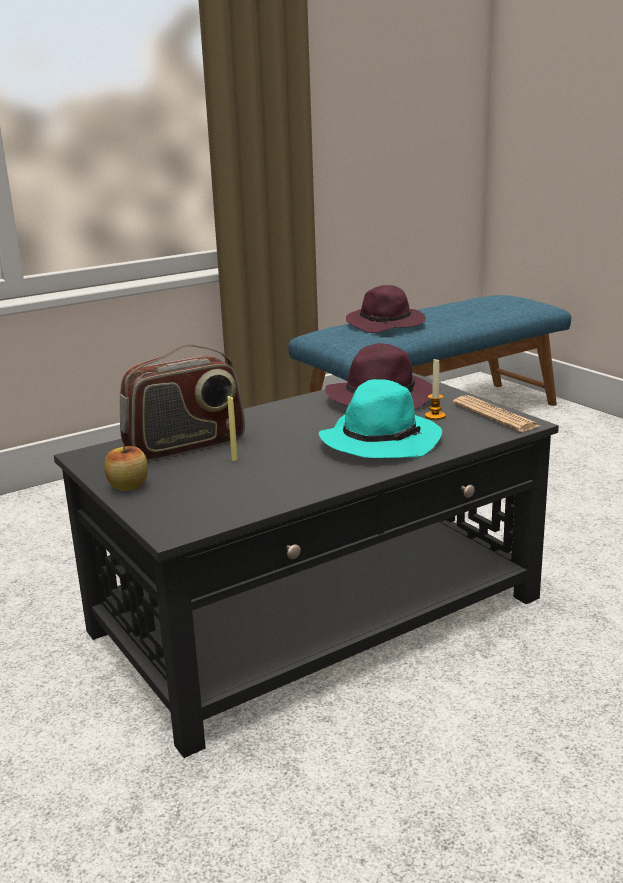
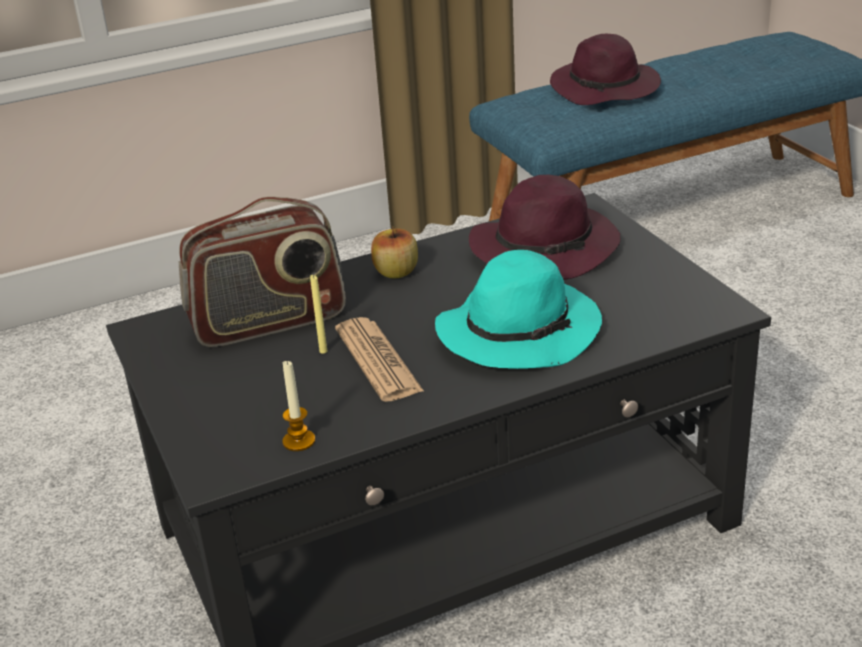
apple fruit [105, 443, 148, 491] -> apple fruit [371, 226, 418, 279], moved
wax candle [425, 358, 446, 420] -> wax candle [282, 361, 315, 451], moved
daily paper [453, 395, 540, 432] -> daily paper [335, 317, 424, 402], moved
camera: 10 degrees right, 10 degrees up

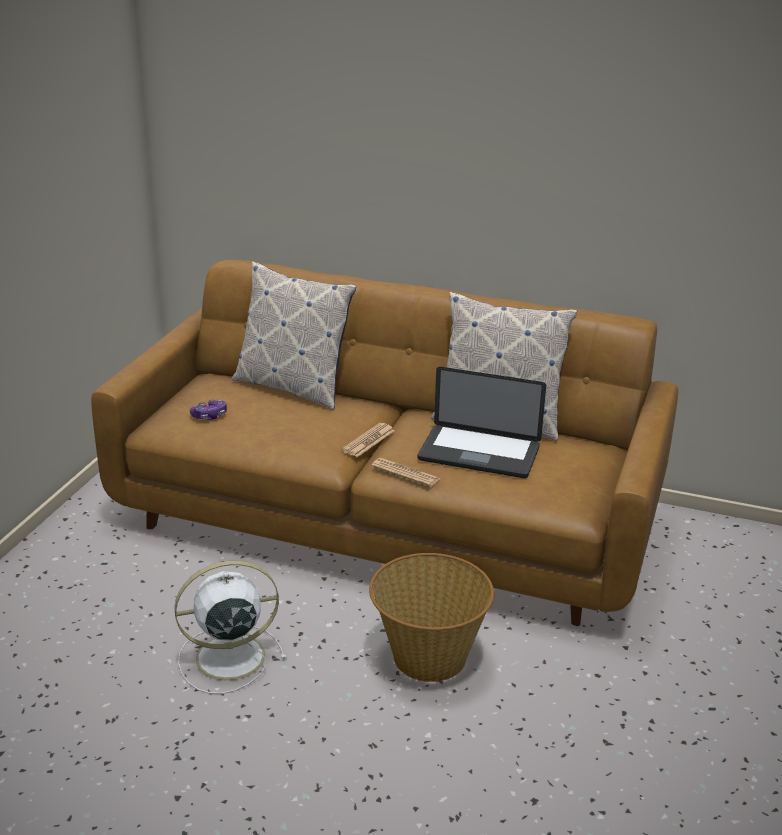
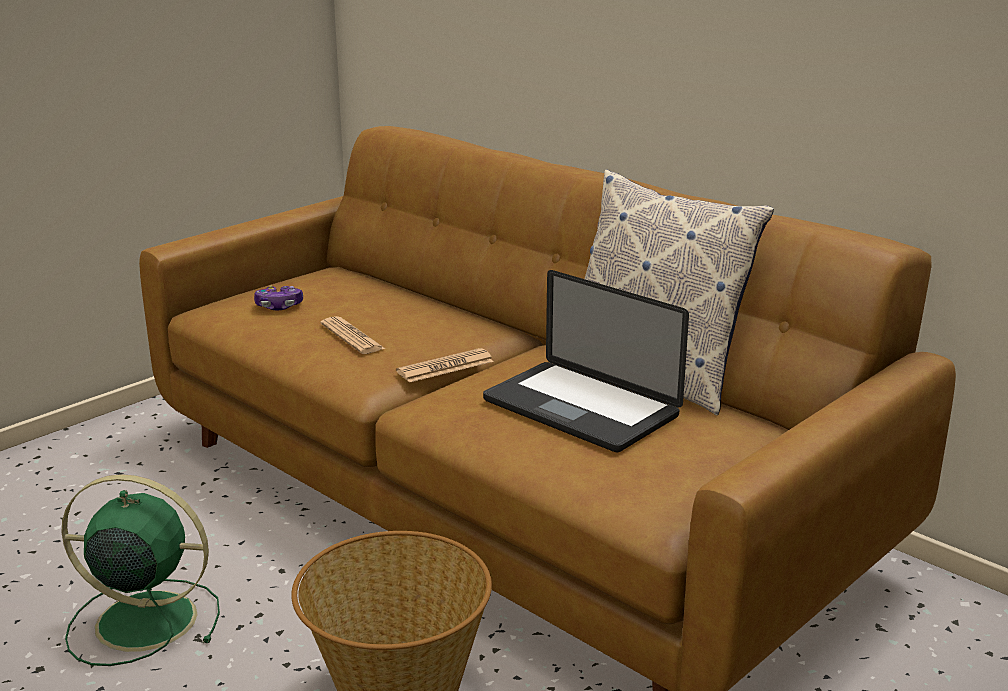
white-coloured electric fan [174, 561, 286, 694] -> greenish electric fan [61, 474, 220, 666]
cushion [232, 261, 356, 410] -> none
daily paper [371, 458, 441, 487] -> daily paper [320, 316, 385, 354], moved
camera: 25 degrees right, 5 degrees down

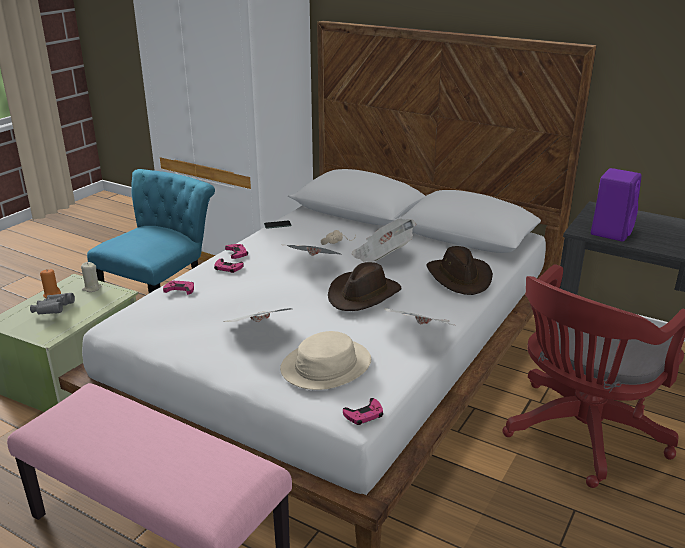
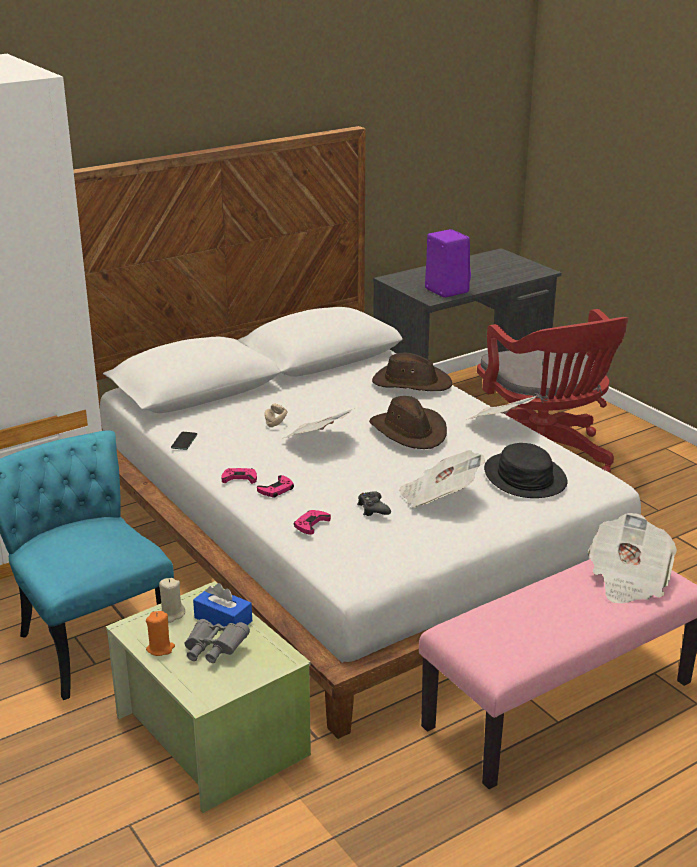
sand-coloured clothing hat [280, 331, 371, 390] -> black clothing hat [484, 443, 567, 498]
pinkish game controller [343, 398, 383, 425] -> none
daily paper [351, 219, 416, 262] -> daily paper [588, 513, 677, 603], moved
none -> bluish box of tissues [193, 583, 252, 626]
none -> black game controller [357, 491, 391, 516]
camera: 65 degrees left, 0 degrees up

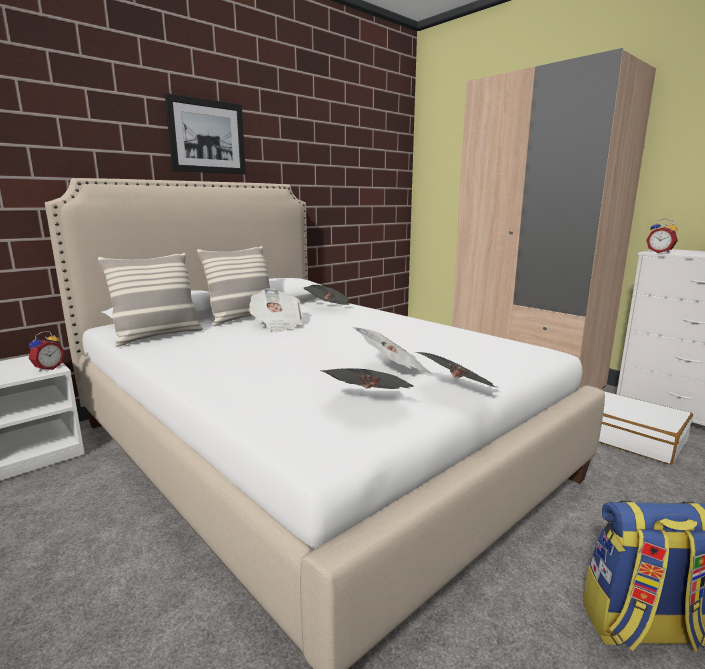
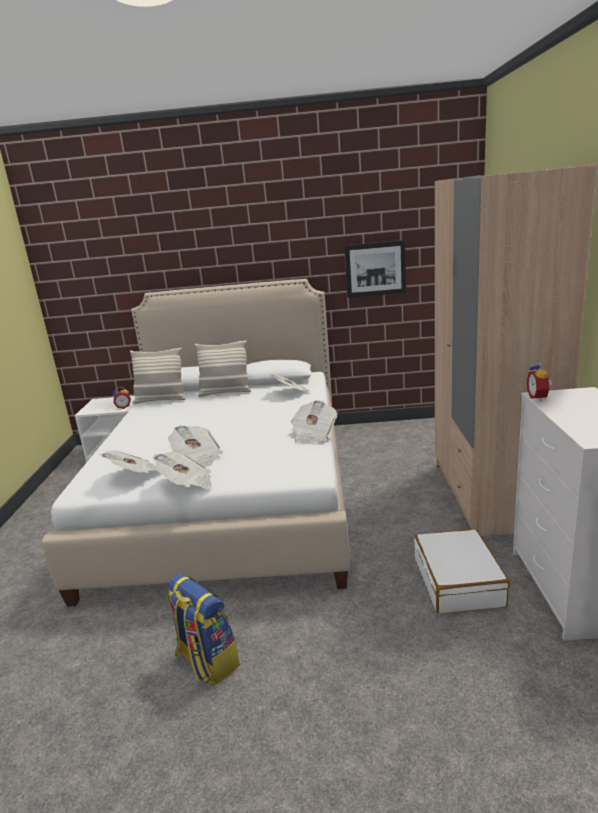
wall art [165, 93, 246, 174] -> wall art [344, 240, 406, 298], moved
daily paper [248, 288, 303, 332] -> daily paper [291, 400, 337, 445], moved
camera: 45 degrees right, 5 degrees up

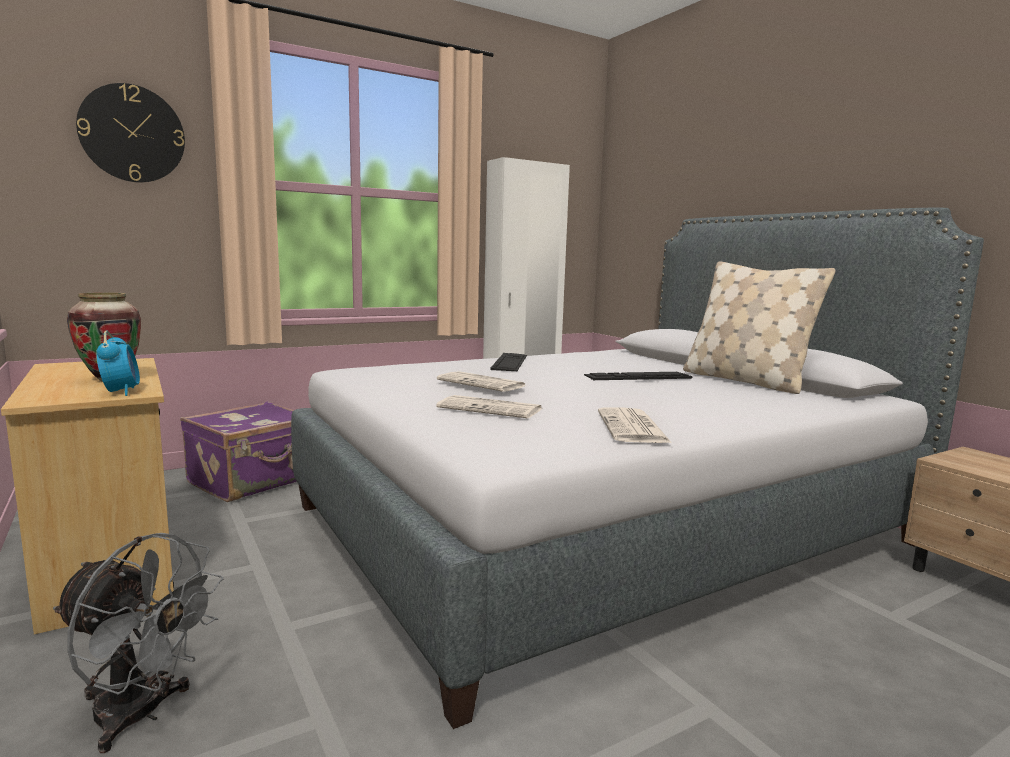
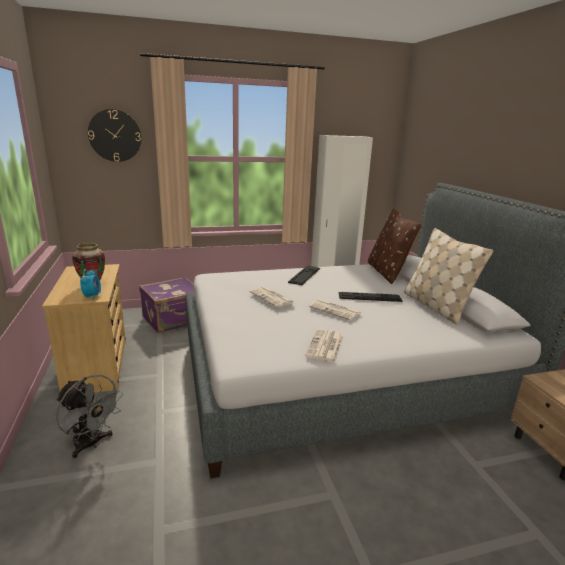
daily paper [436, 395, 542, 418] -> daily paper [309, 299, 361, 321], moved
none -> brown cushion [368, 209, 421, 284]
camera: 15 degrees right, 10 degrees up

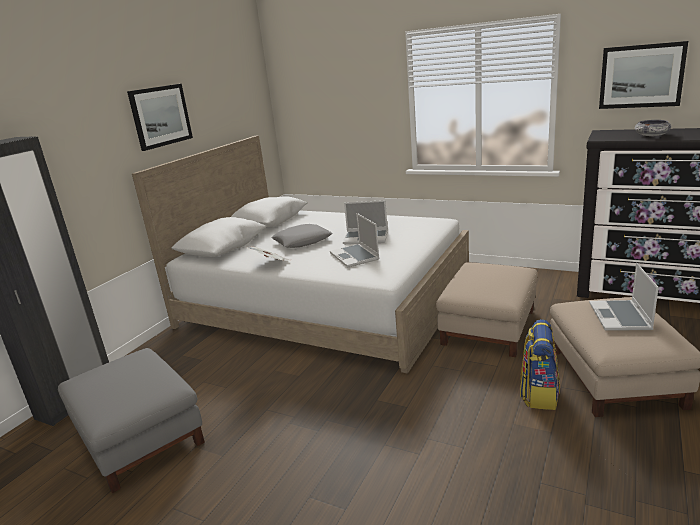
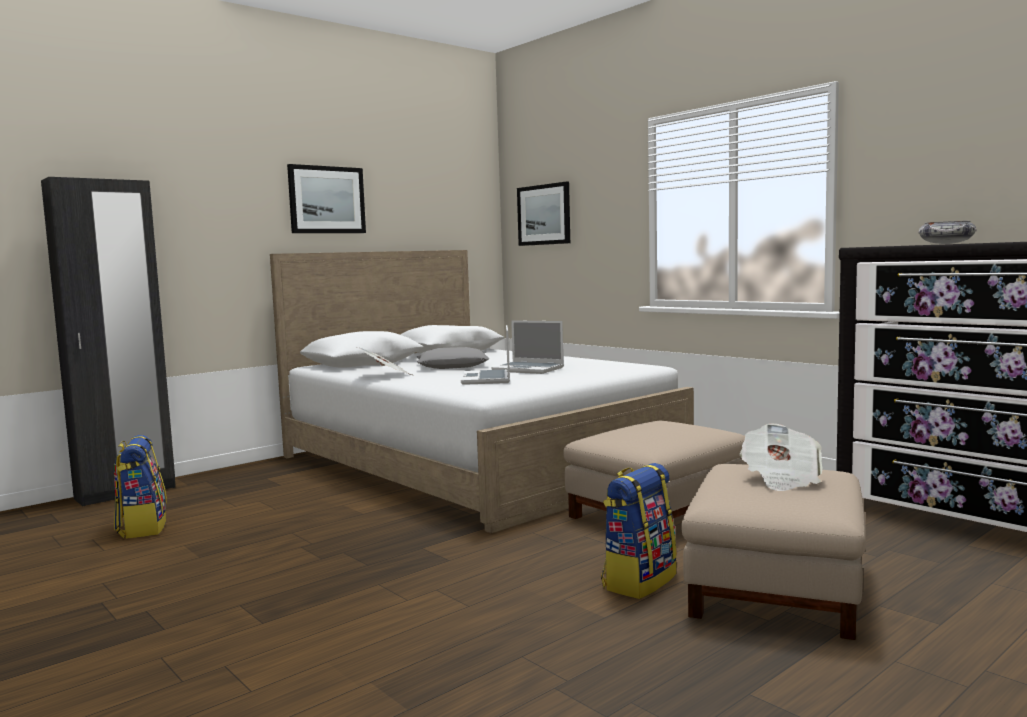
greyish pouffe [58, 348, 205, 493] -> knapsack [114, 435, 167, 539]
portable computer [589, 263, 659, 331] -> daily paper [740, 423, 823, 491]
wall art [599, 41, 688, 109] -> wall art [517, 182, 570, 246], moved
camera: 20 degrees right, 15 degrees down

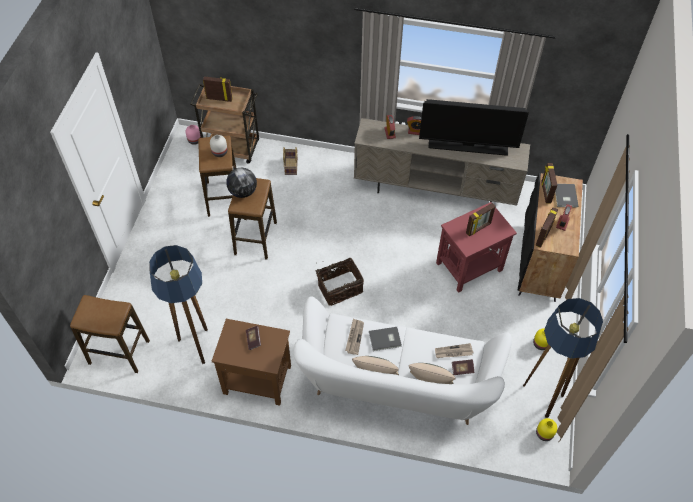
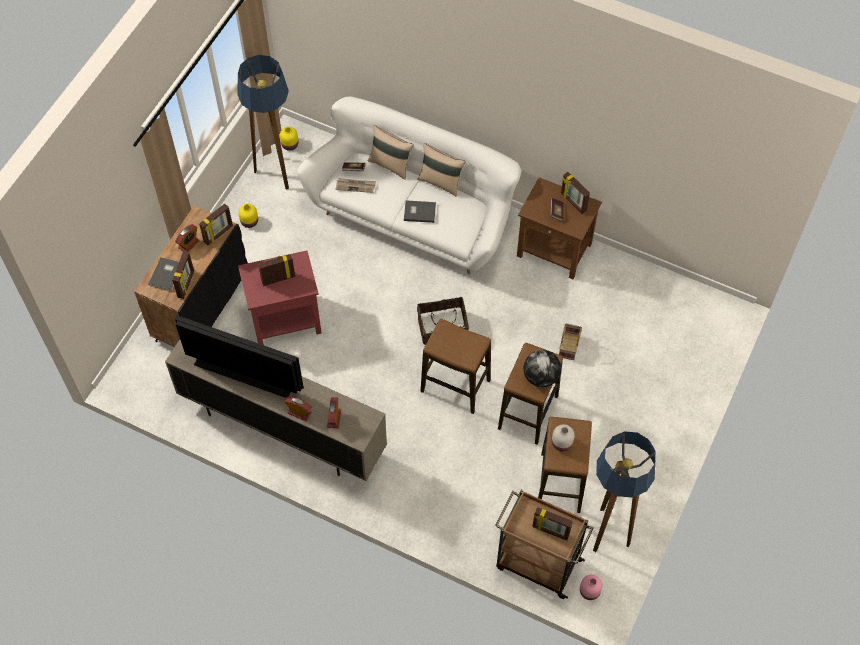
stool [70, 295, 150, 373] -> stool [421, 319, 491, 414], moved
standing lamp [149, 245, 208, 364] -> standing lamp [593, 431, 655, 552], moved
household basket [283, 147, 298, 175] -> household basket [559, 323, 582, 360], moved
daily paper [345, 319, 364, 355] -> none
none -> photo frame [561, 172, 590, 214]
camera: 165 degrees left, 5 degrees up

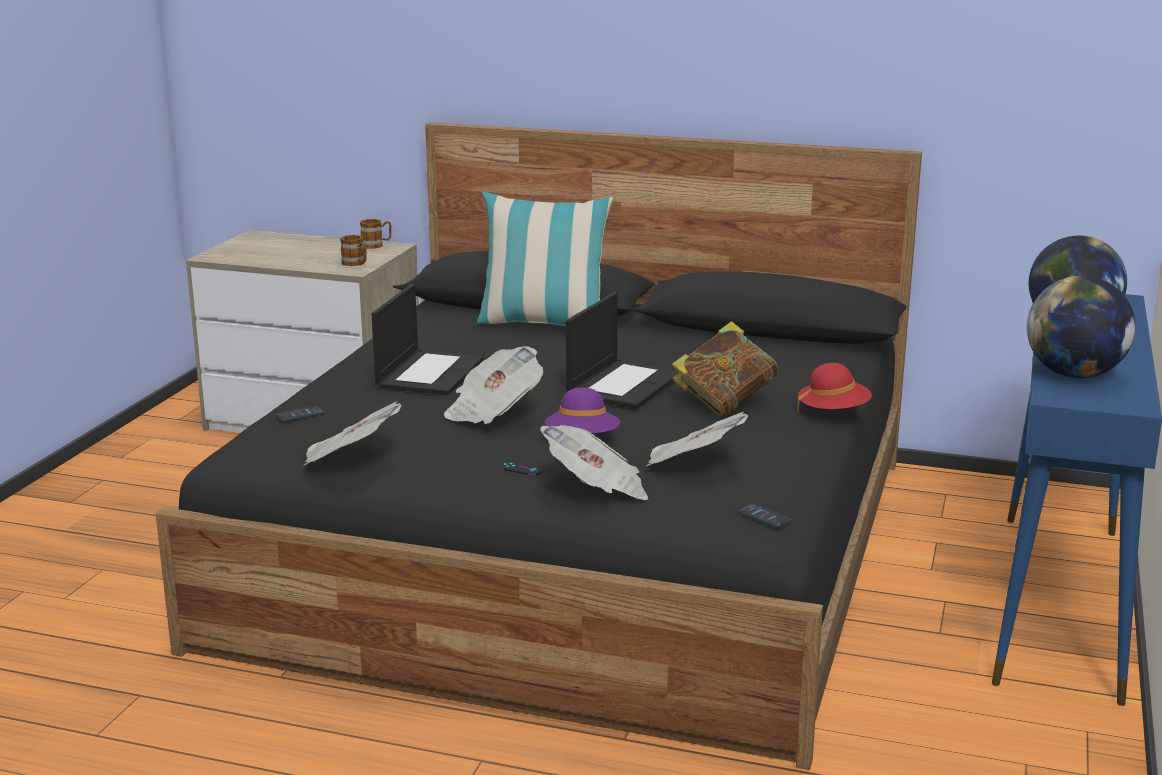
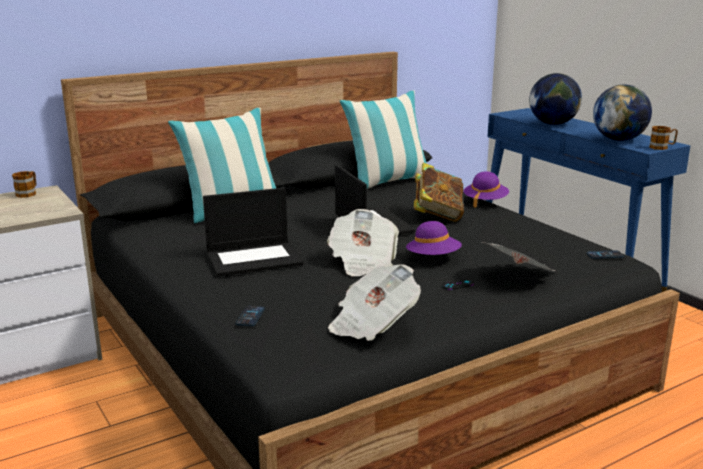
tea mug [340, 235, 367, 266] -> tea mug [649, 126, 678, 150], moved
portable computer [372, 283, 484, 395] -> portable computer [203, 188, 304, 276], 105 degrees clockwise
daily paper [647, 412, 748, 466] -> none
reddish clothing hat [797, 363, 872, 412] -> purple-coloured clothing hat [464, 171, 509, 208]
none -> cushion [340, 90, 427, 189]
camera: 50 degrees left, 0 degrees up

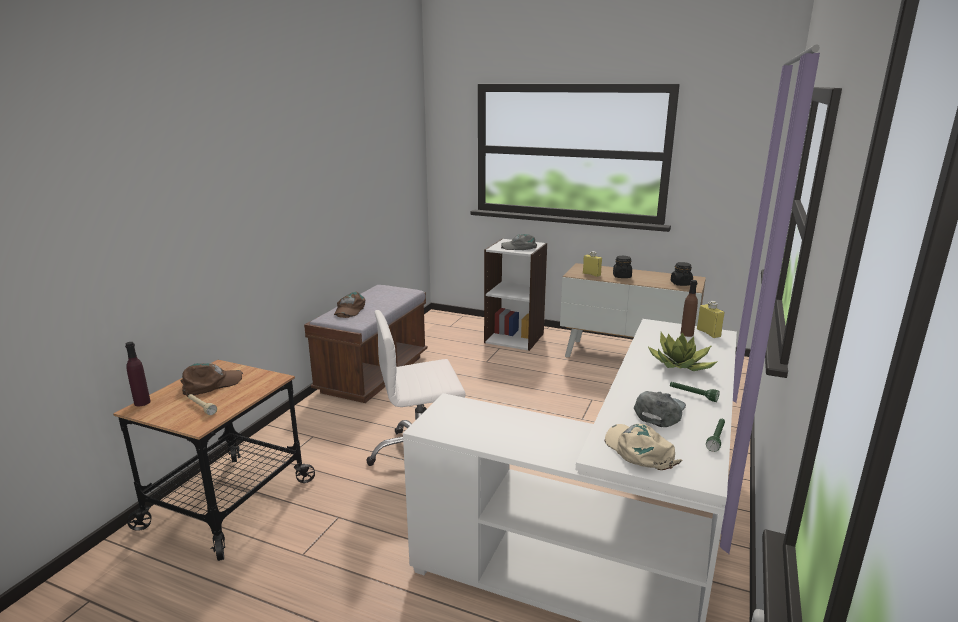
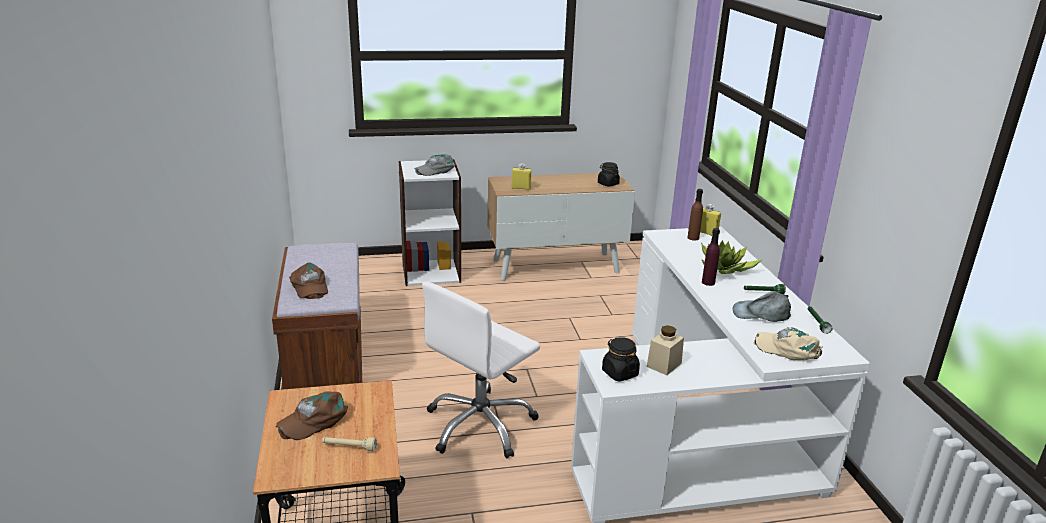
purple-coloured drink bottle [125, 342, 151, 406] -> purple-coloured drink bottle [702, 228, 720, 286], moved
brown cap [181, 363, 243, 397] -> brown cap [276, 391, 348, 440], 150 degrees counterclockwise
black preserve jar [613, 256, 632, 278] -> black preserve jar [602, 337, 640, 382], moved
greyish cap [634, 391, 686, 427] -> greyish cap [733, 291, 791, 322], 75 degrees counterclockwise
none -> sand-coloured preserve jar [647, 325, 684, 375]
camera: 35 degrees left, 5 degrees up

